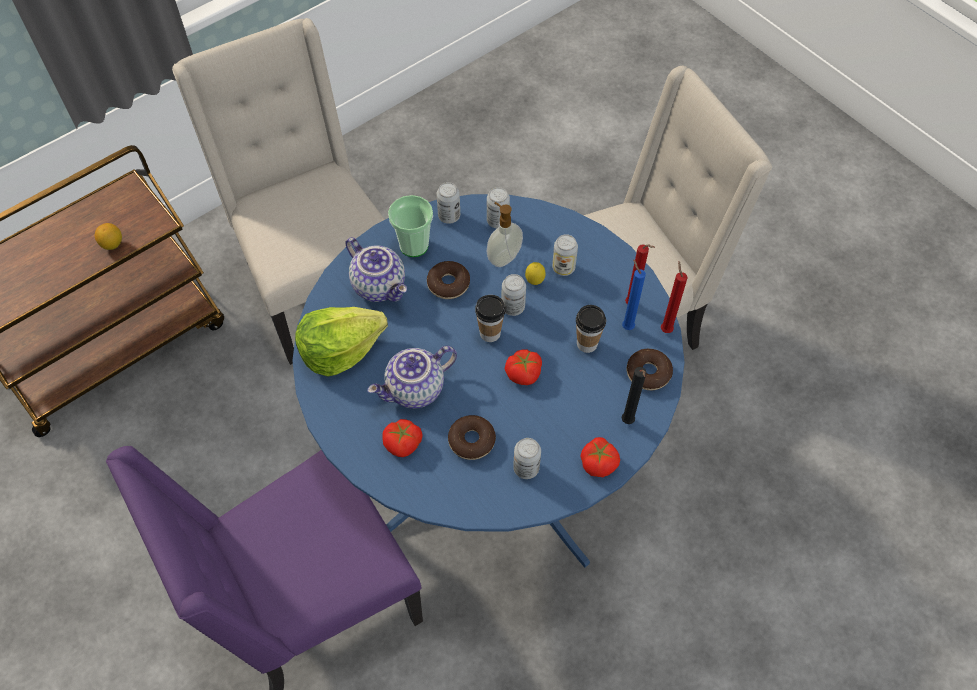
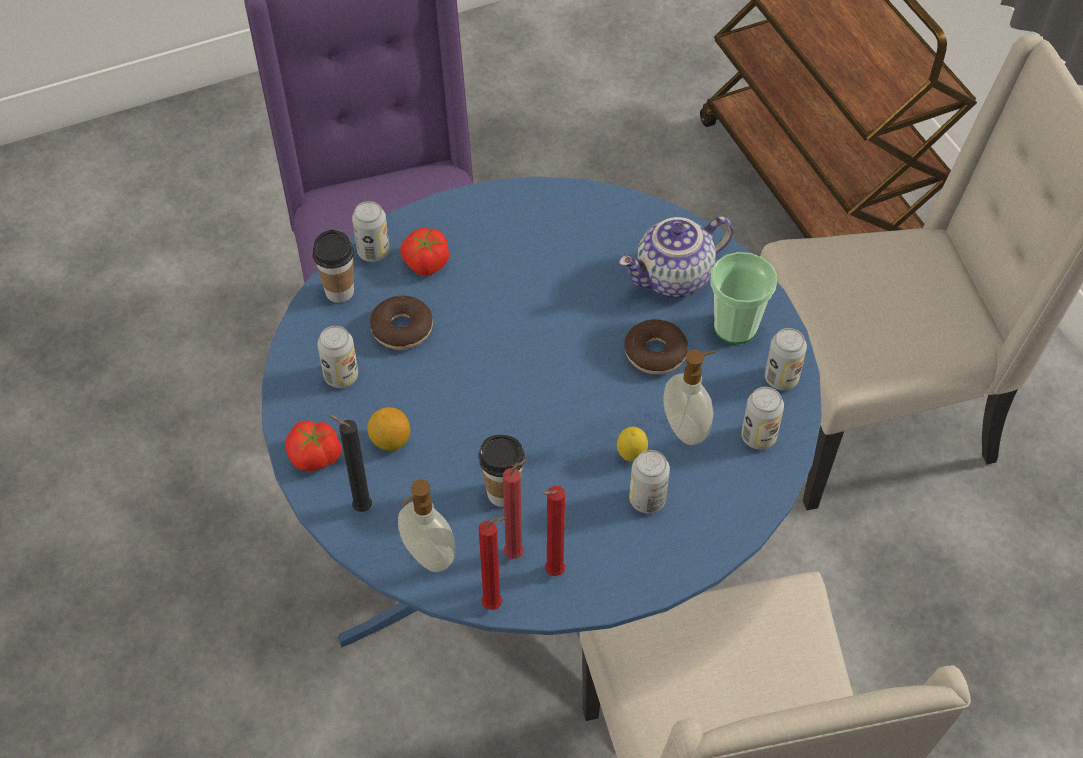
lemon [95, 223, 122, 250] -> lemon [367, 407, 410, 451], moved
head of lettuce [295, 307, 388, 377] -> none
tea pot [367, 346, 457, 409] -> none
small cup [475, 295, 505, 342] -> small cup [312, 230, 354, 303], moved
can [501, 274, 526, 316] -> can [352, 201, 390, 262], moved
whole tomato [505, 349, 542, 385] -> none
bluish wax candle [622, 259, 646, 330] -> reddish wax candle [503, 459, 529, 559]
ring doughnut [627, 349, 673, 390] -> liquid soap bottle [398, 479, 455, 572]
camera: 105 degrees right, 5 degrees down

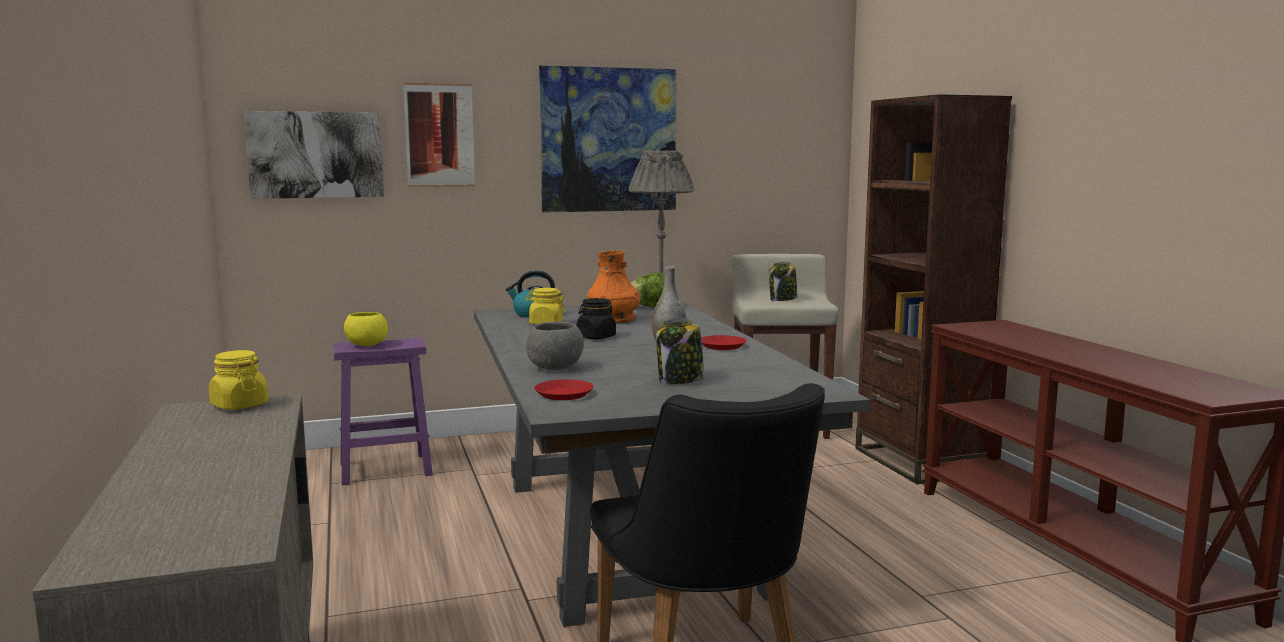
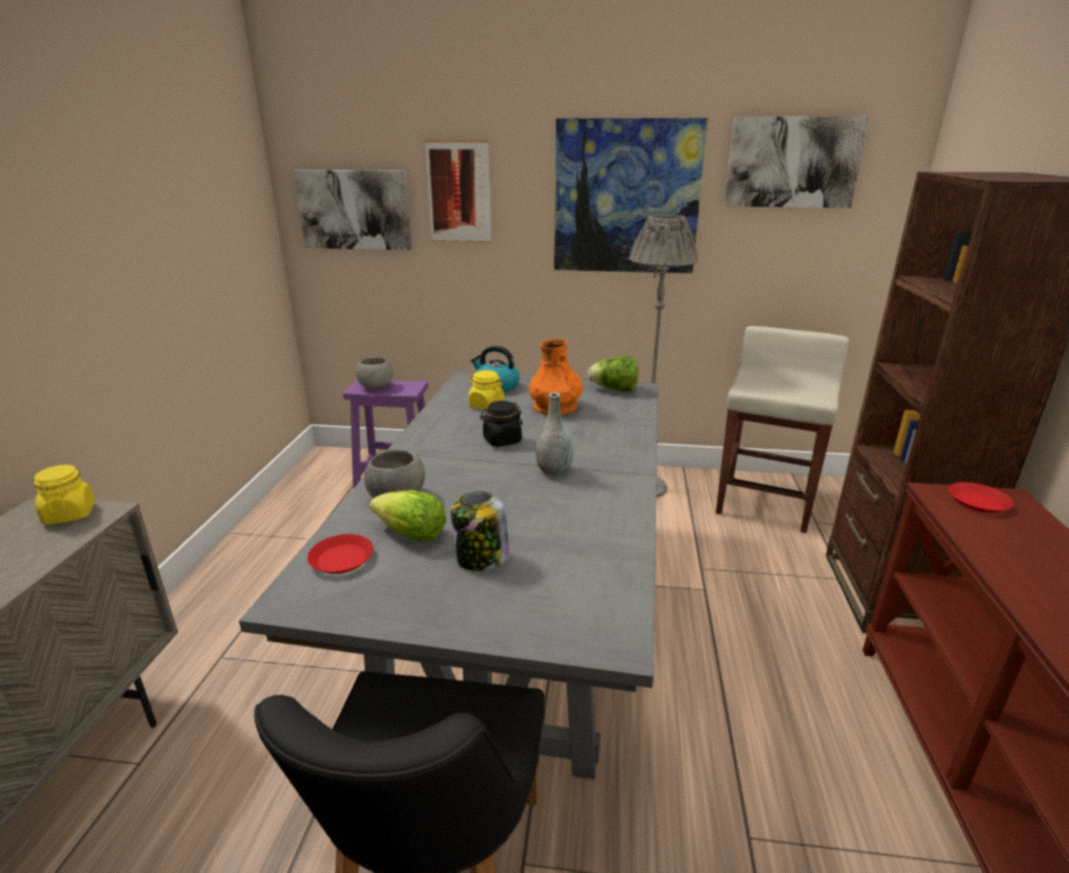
yellowish serving bowl [344, 312, 388, 346] -> greyish serving bowl [355, 357, 393, 389]
reddish flat dish [702, 335, 746, 350] -> reddish flat dish [949, 482, 1014, 513], moved
preserve jar [769, 262, 798, 301] -> none
none -> head of lettuce [370, 490, 446, 542]
none -> wall art [724, 116, 870, 208]
camera: 25 degrees right, 15 degrees up

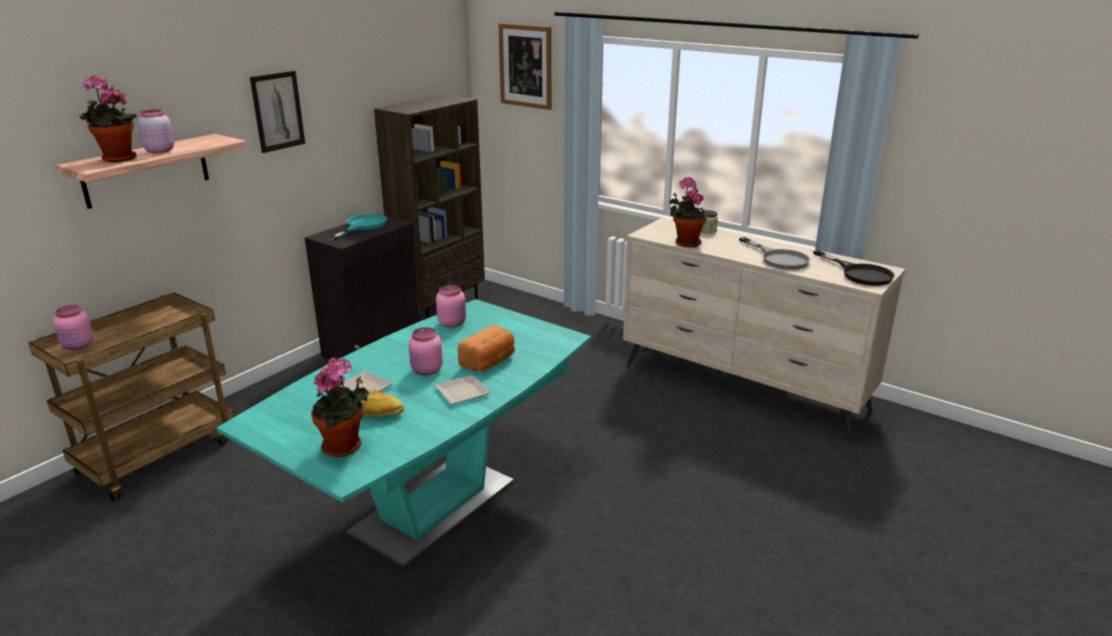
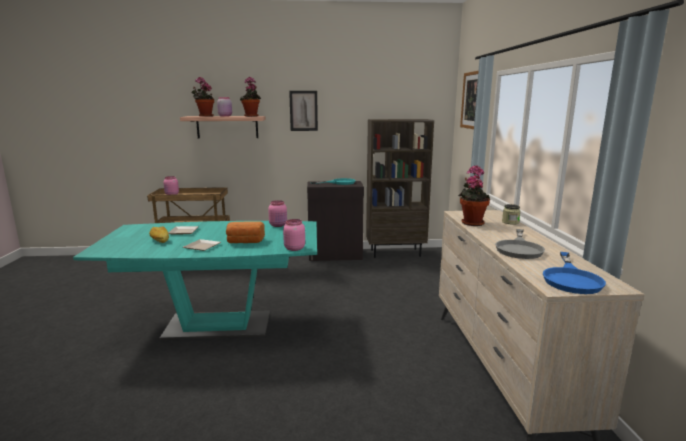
plant in a pot [311, 357, 369, 457] -> plant in a pot [240, 77, 261, 117], moved
pinkish preserve jar [409, 327, 443, 376] -> pinkish preserve jar [283, 219, 305, 251], moved
black frying pan [813, 250, 895, 286] -> bluish frying pan [542, 252, 606, 294]
camera: 50 degrees right, 10 degrees down

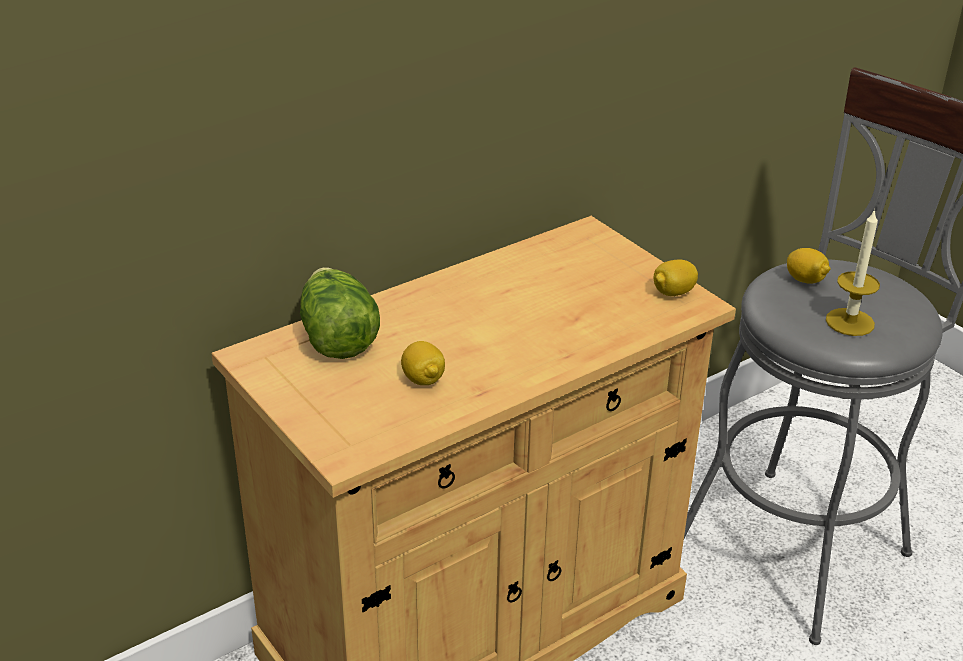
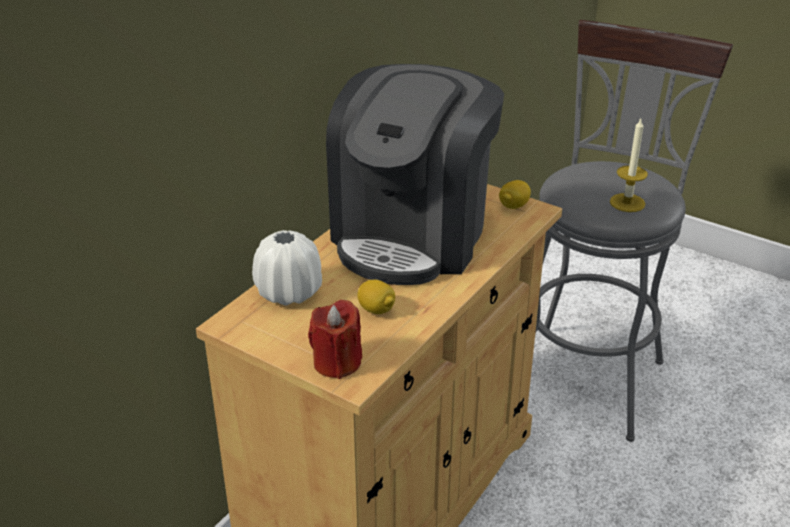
head of lettuce [300, 267, 380, 359] -> white-coloured decorative vase [252, 230, 322, 306]
lemon [787, 248, 831, 284] -> none
none -> reddish wax candle [308, 300, 362, 379]
none -> coffee machine [326, 64, 504, 285]
camera: 20 degrees left, 0 degrees up

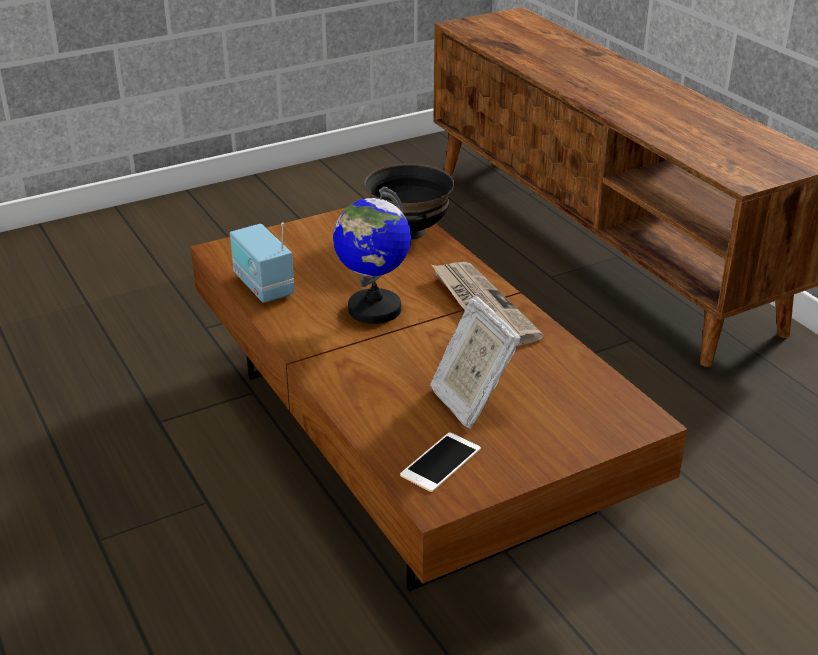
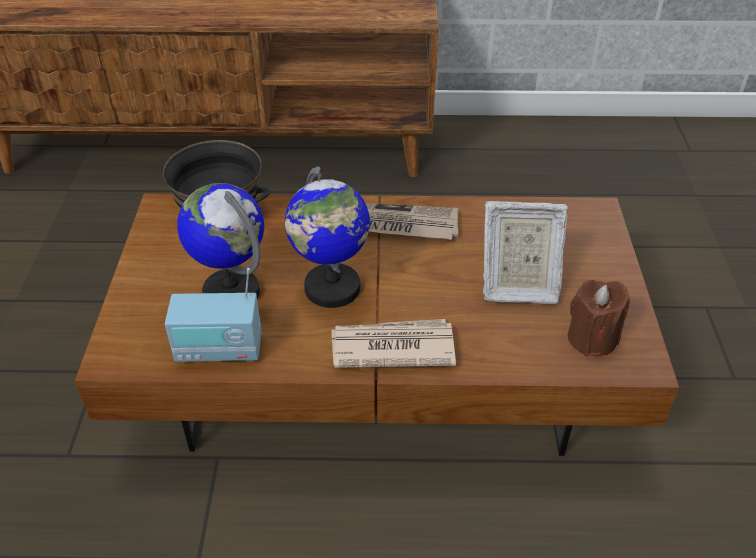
phone [400, 432, 481, 492] -> brown wax candle [568, 280, 630, 356]
none -> desk globe [177, 183, 264, 299]
none -> daily paper [331, 319, 456, 368]
camera: 60 degrees left, 10 degrees up

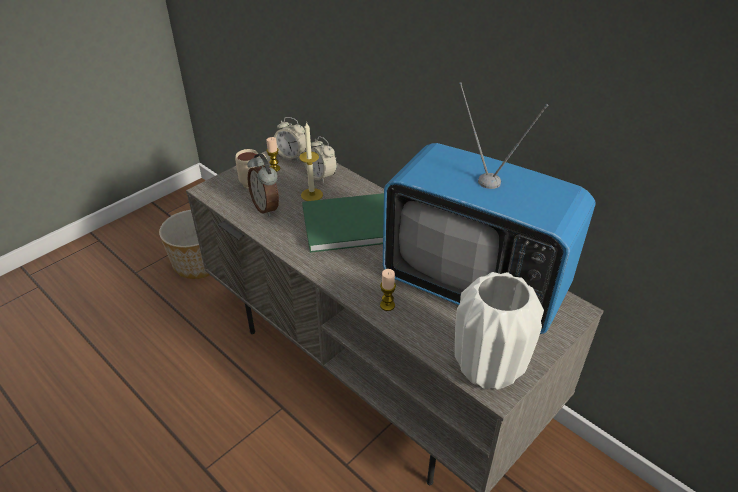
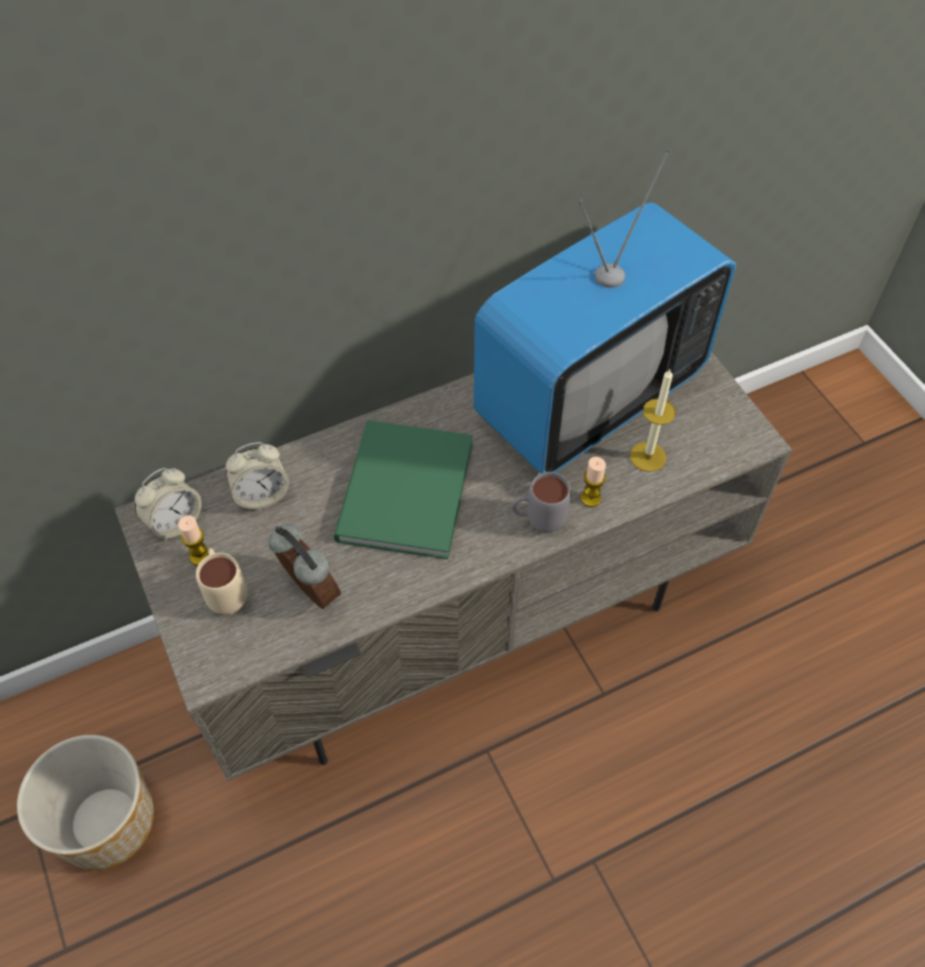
alarm clock [247, 154, 279, 217] -> alarm clock [269, 524, 341, 609], 120 degrees counterclockwise
wax candle [299, 122, 323, 201] -> wax candle [630, 369, 676, 472], moved
white-coloured decorative vase [455, 272, 544, 390] -> none
none -> greyish tea mug [511, 472, 571, 533]
camera: 70 degrees left, 15 degrees up

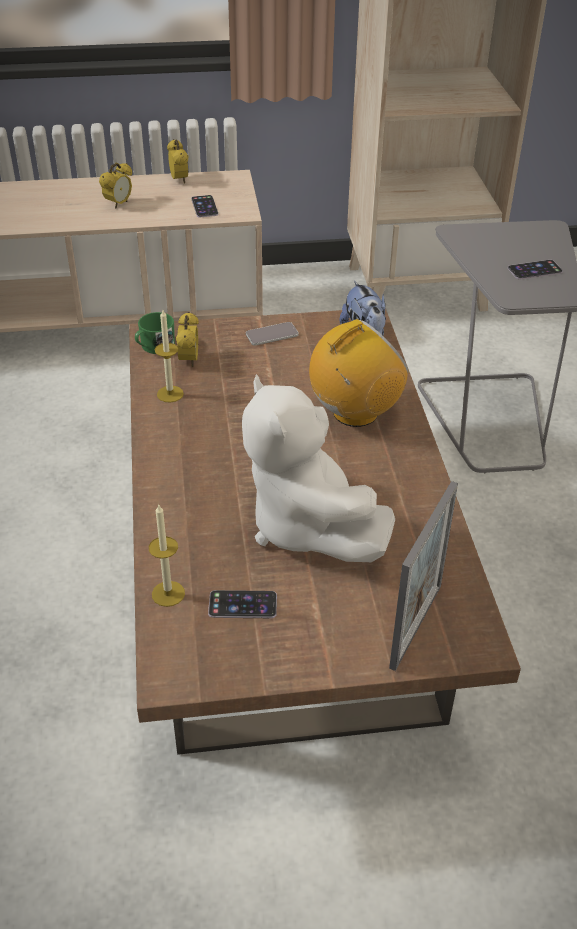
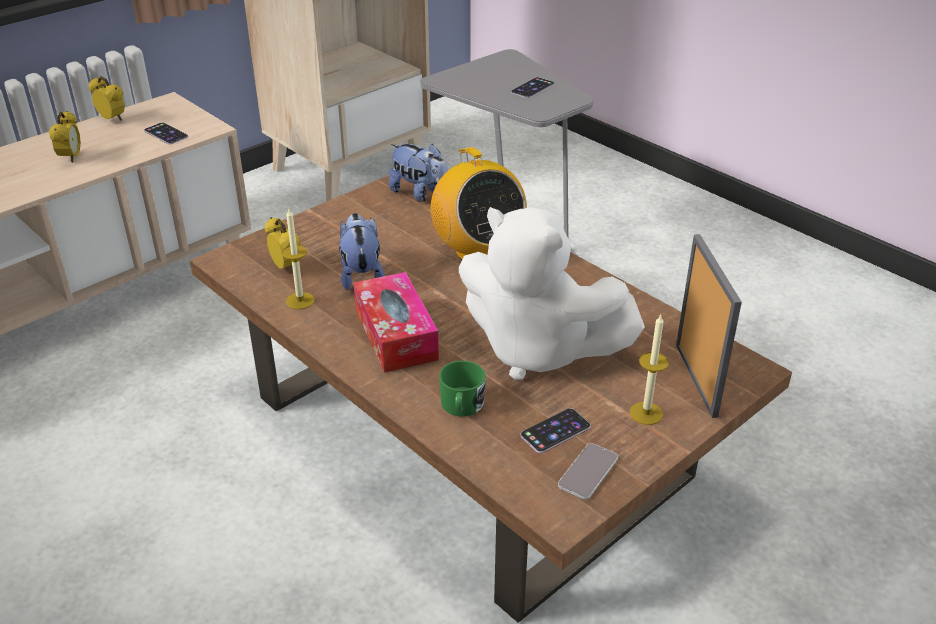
greenish tea mug [135, 312, 175, 354] -> greenish tea mug [439, 361, 486, 417], moved
wax candle [149, 504, 185, 607] -> wax candle [630, 314, 669, 425], moved
phone [246, 322, 299, 346] -> phone [558, 443, 618, 500], moved
radio receiver [309, 319, 409, 427] -> radio receiver [431, 147, 527, 260], 135 degrees clockwise
none -> soft toy [339, 213, 385, 290]
none -> box of tissues [354, 272, 439, 373]
camera: 35 degrees left, 5 degrees down

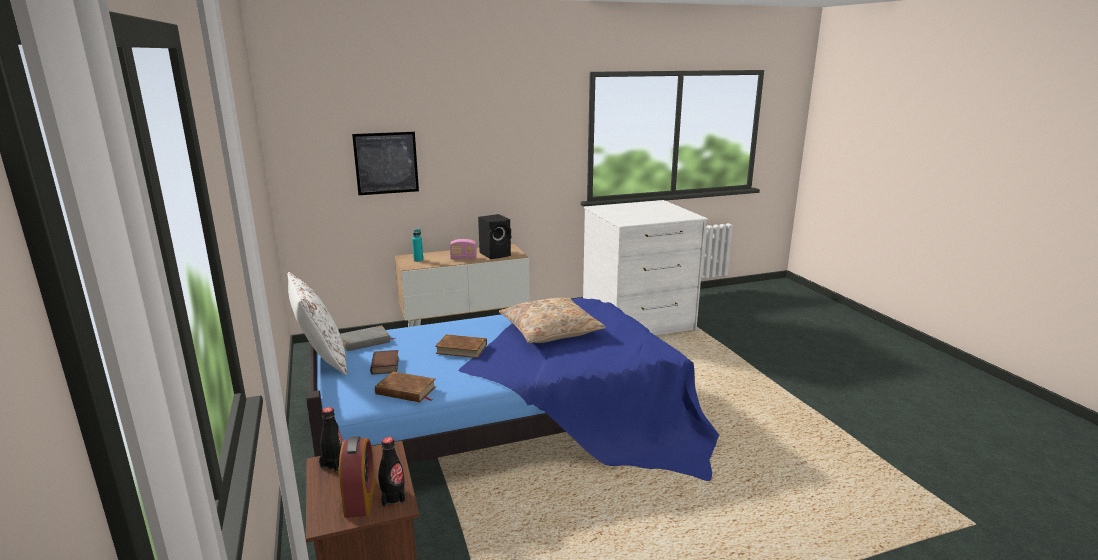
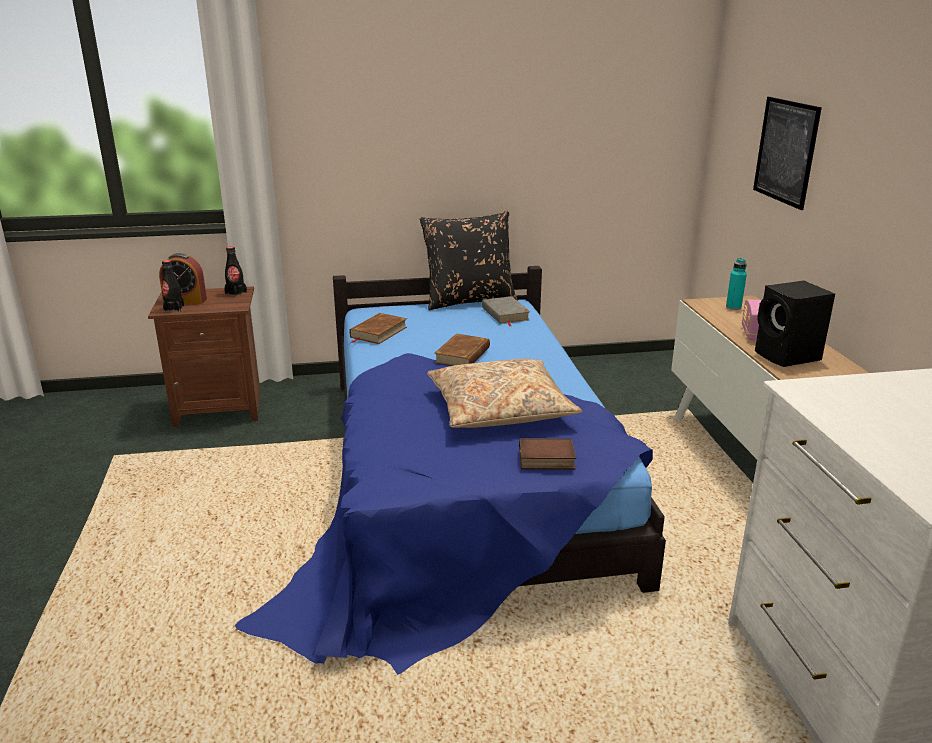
white-coloured cushion [288, 272, 347, 375] -> black cushion [420, 211, 517, 310]
bound book [370, 350, 399, 375] -> bound book [519, 438, 576, 470], moved
camera: 100 degrees right, 5 degrees up

